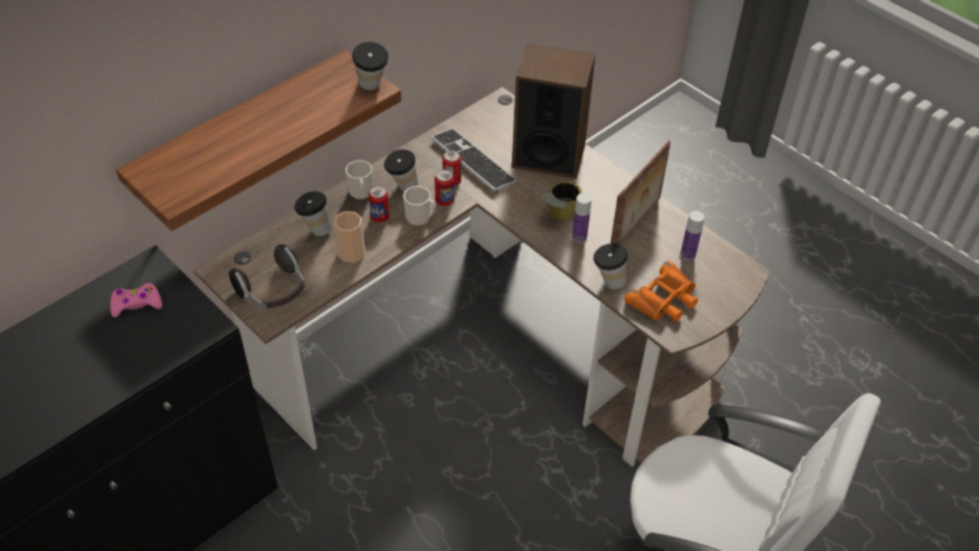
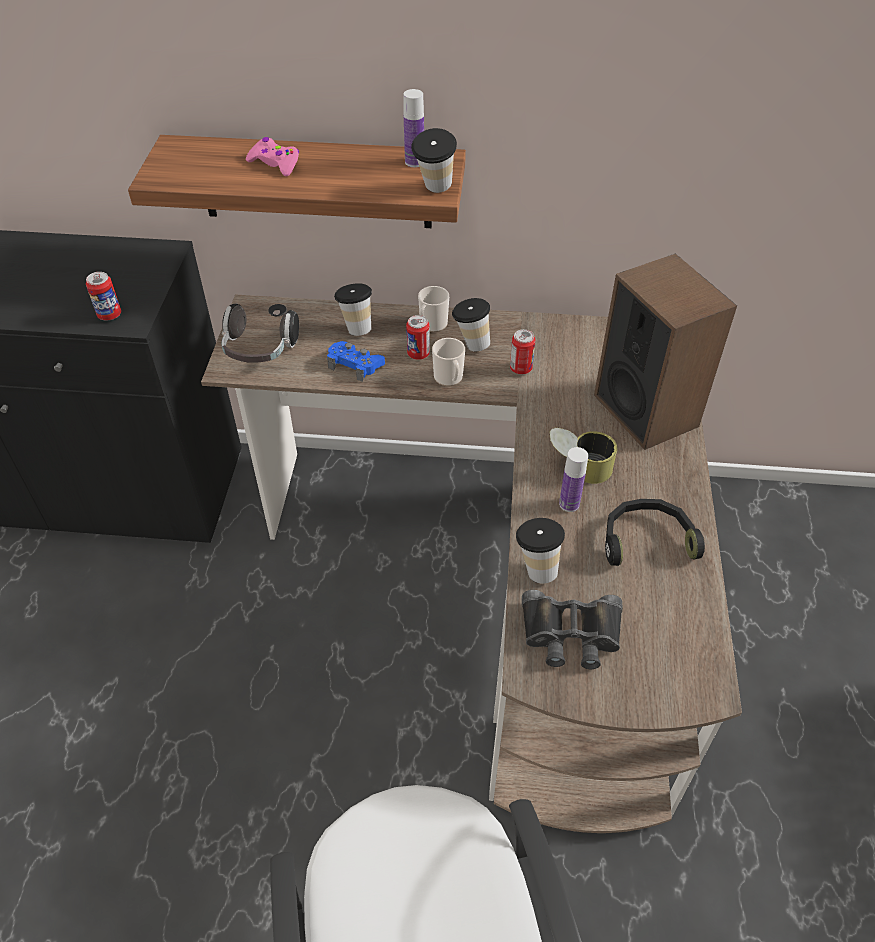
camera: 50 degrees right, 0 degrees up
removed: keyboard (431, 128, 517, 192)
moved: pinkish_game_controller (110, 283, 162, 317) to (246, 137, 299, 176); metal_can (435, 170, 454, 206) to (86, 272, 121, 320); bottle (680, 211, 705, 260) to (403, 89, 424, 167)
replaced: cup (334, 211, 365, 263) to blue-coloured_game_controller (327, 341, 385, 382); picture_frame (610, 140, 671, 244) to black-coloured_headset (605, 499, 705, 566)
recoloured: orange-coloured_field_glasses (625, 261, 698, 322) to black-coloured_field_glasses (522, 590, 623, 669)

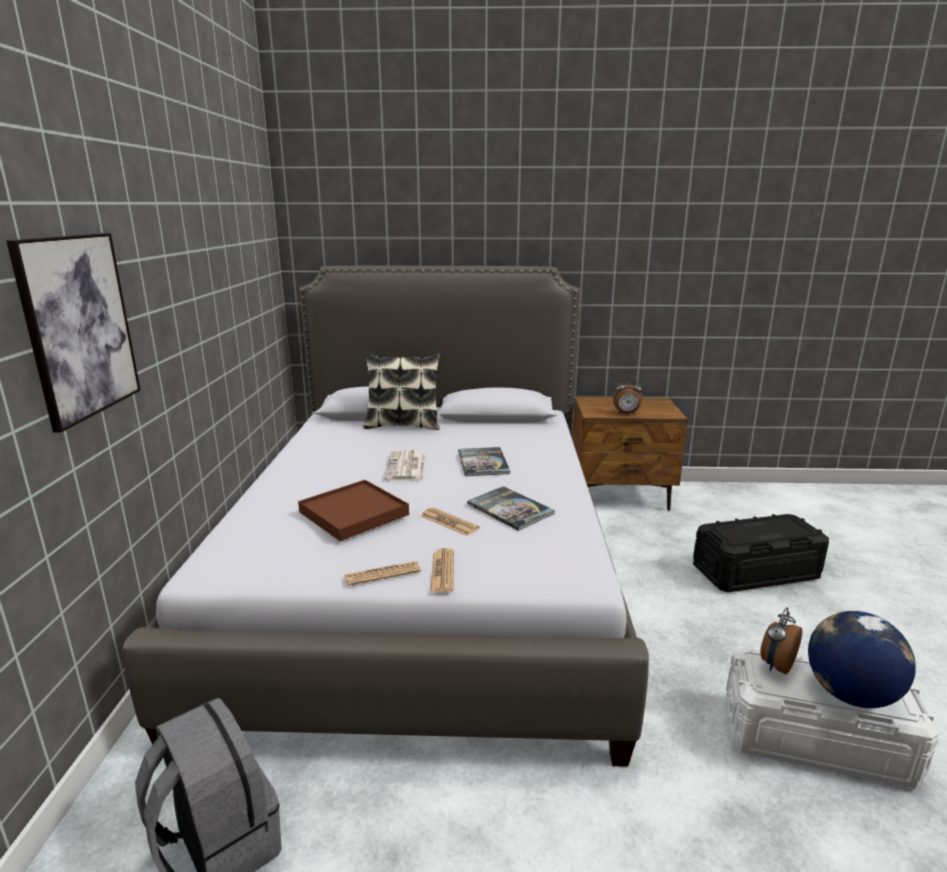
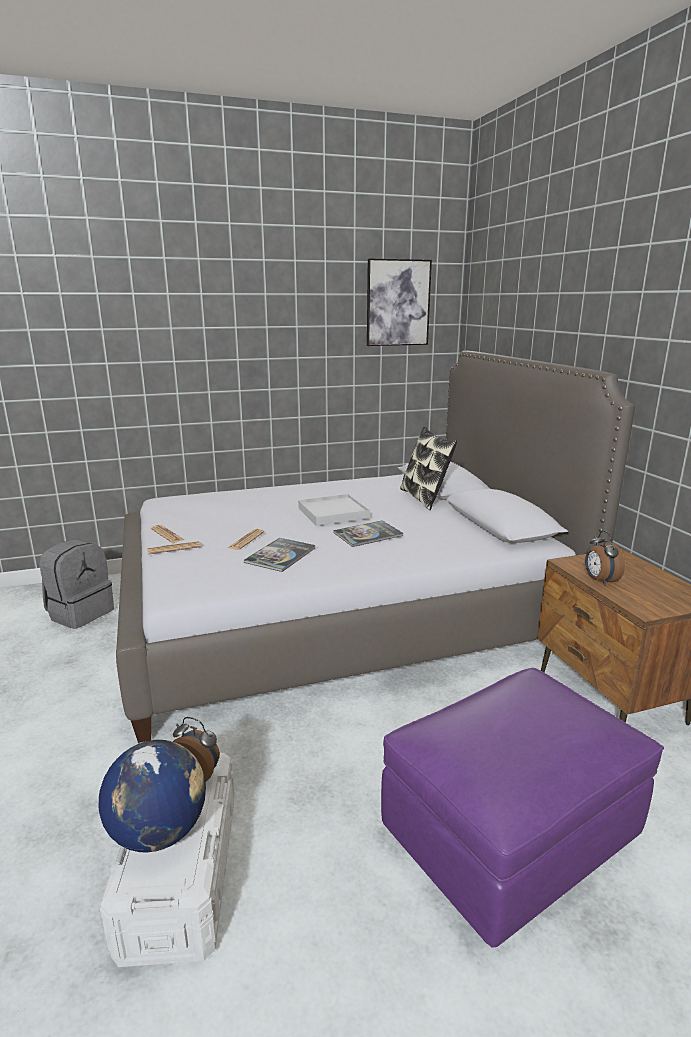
camera: 70 degrees right, 0 degrees up
removed: brown_carrying_tray (298, 480, 409, 541)
moved: wall_picture (6, 233, 141, 432) to (367, 258, 432, 346)
replaced: daily_paper (385, 450, 426, 481) to whitish_carrying_tray (298, 494, 370, 526); black-coloured_storage_container (693, 514, 829, 592) to purple-coloured_pouffe (381, 668, 664, 948)

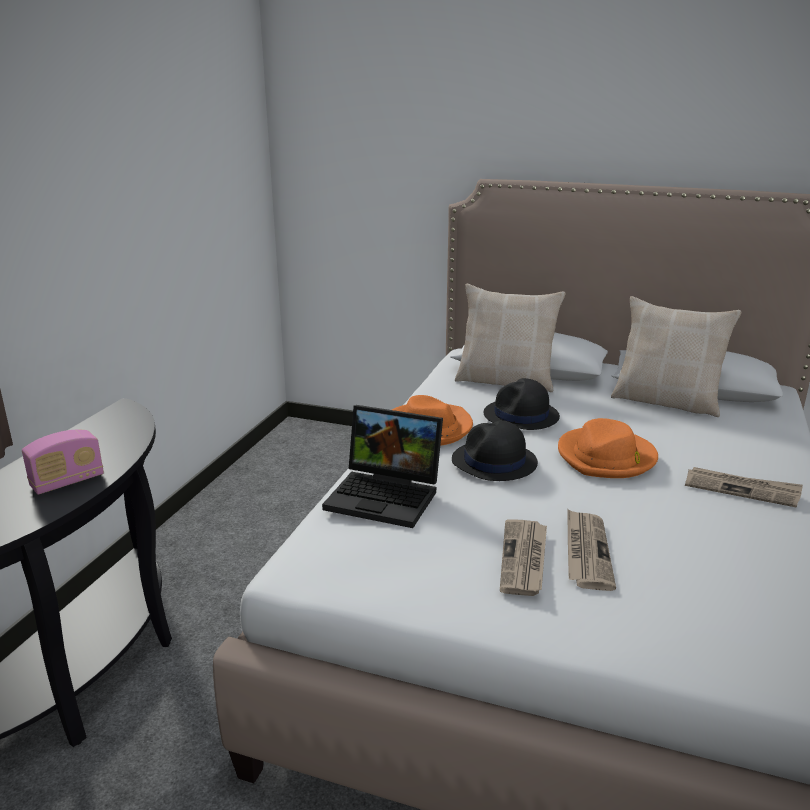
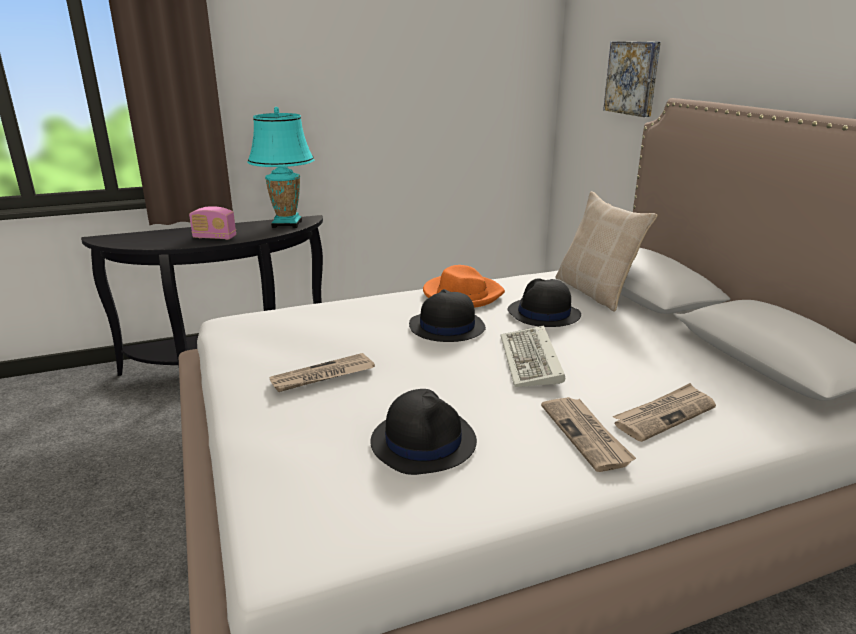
camera: 50 degrees right, 0 degrees up
removed: laptop (322, 405, 443, 528); sand-coloured_throw_pillow (611, 296, 742, 417)
added: turquoise_table_lamp (247, 107, 314, 228); black-coloured_hat (370, 389, 477, 475); wall_picture (603, 41, 661, 117)
moved: daily_paper (567, 509, 616, 591) to (613, 383, 716, 442)
replaced: orange-coloured_hat (558, 418, 658, 478) to keyboard (501, 325, 565, 387)

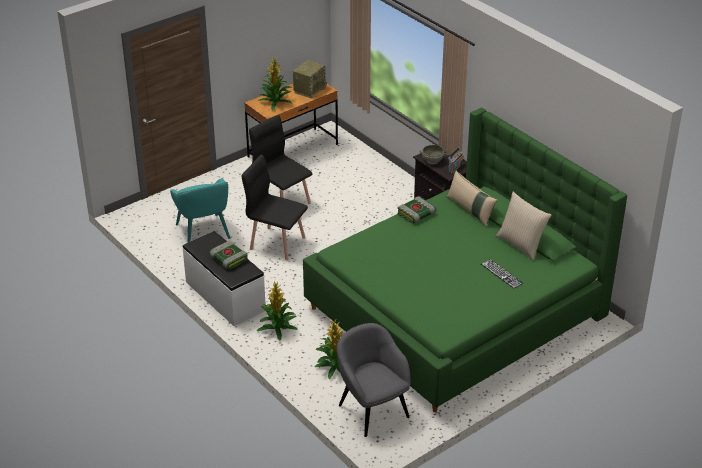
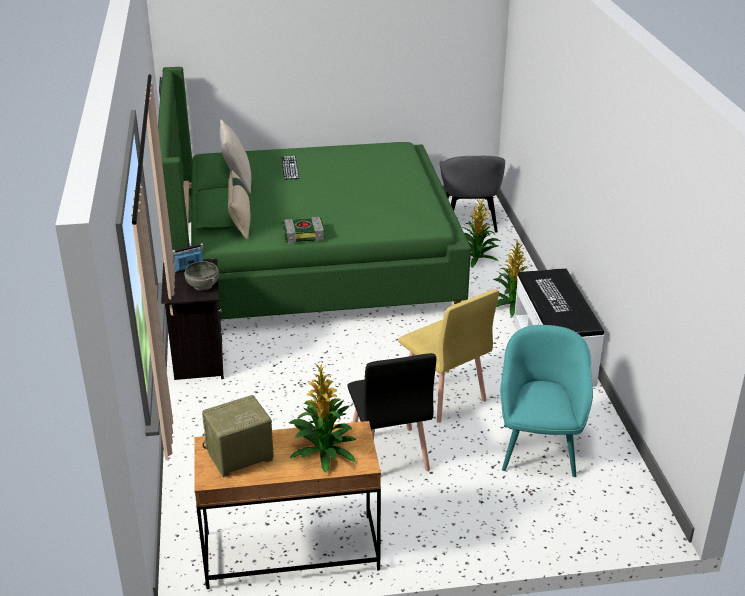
camera: 150 degrees left, 5 degrees down
replaced: volume (209, 240, 248, 270) to keyboard (534, 278, 572, 313)
recoloured: black-coloured_upright_chair (242, 154, 308, 260) to yellow-coloured_upright_chair (398, 289, 499, 423)

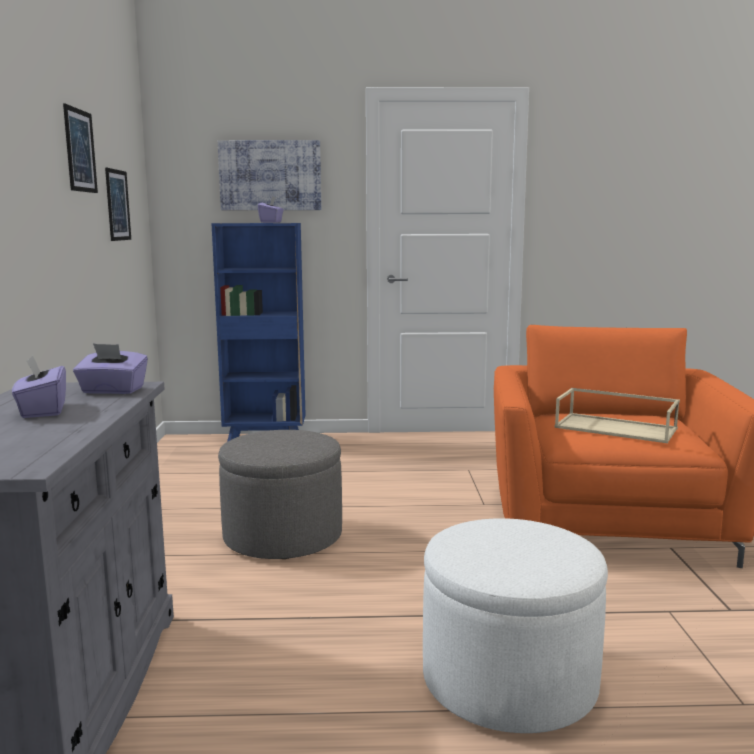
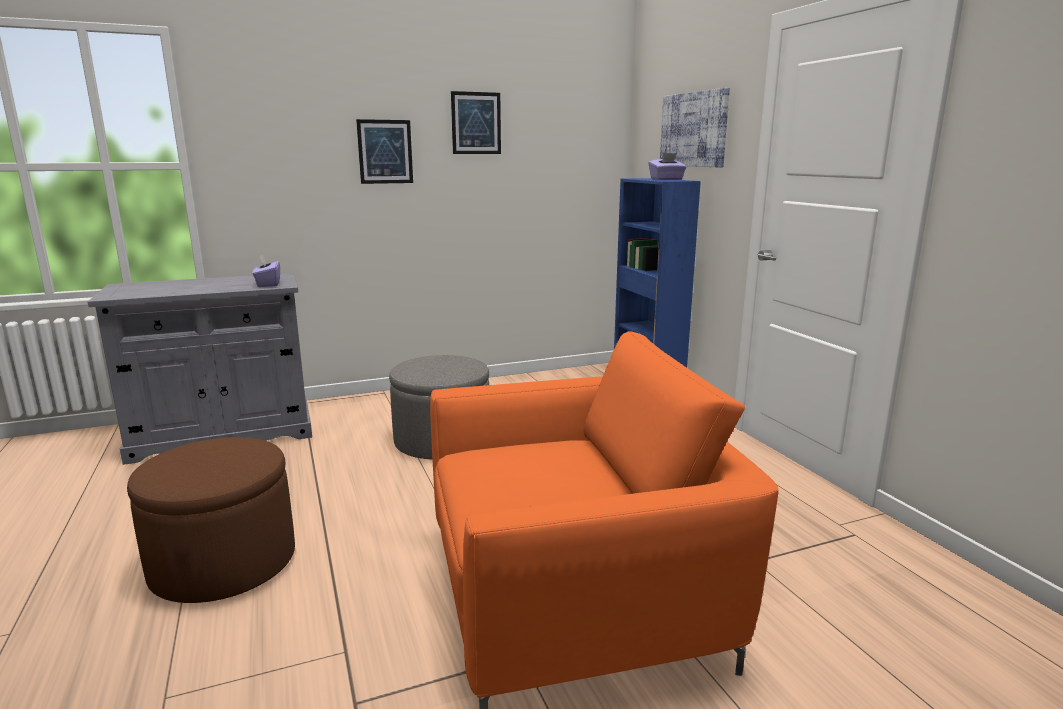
camera: 70 degrees right, 5 degrees up
removed: purple-coloured_tissue_box (12, 355, 66, 418); sand-coloured_carrying_tray (555, 388, 680, 443)
moved: wall_picture (105, 168, 131, 241) to (356, 119, 413, 184)
recoloured: whitish_pouffe (423, 518, 608, 733) to brown_pouffe (127, 437, 295, 603)

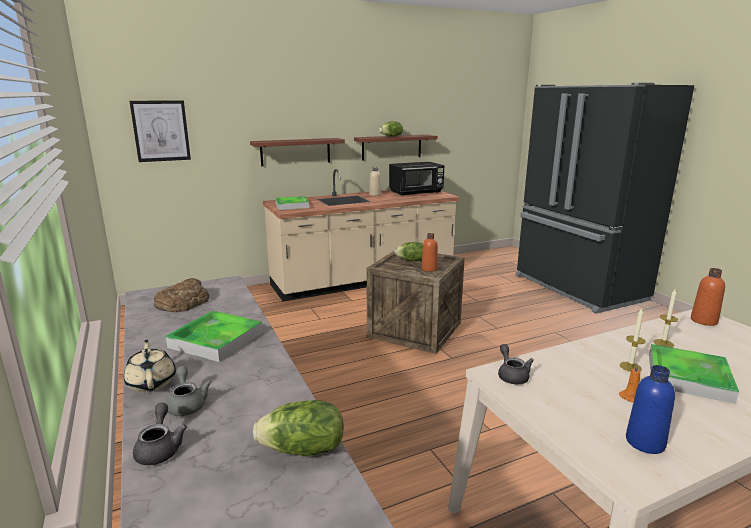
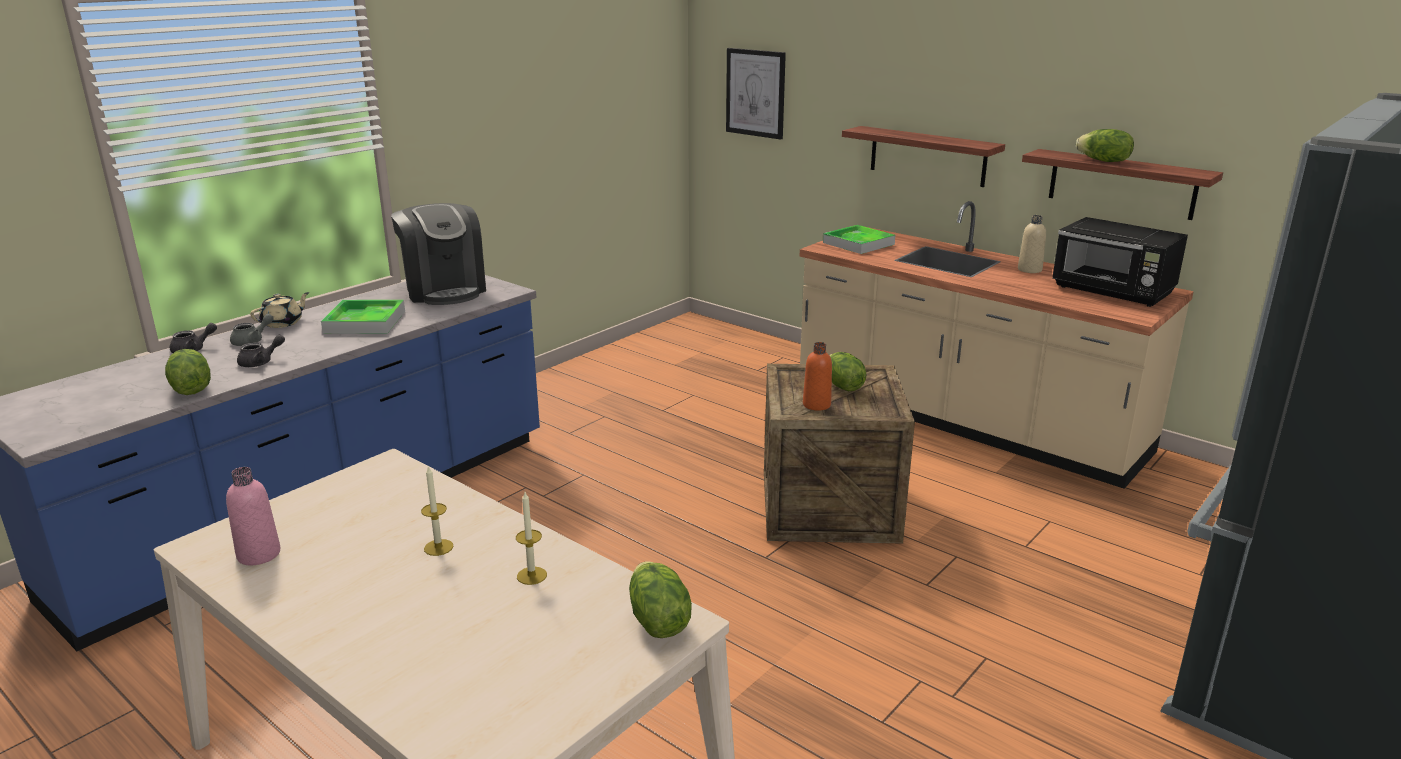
camera: 65 degrees right, 5 degrees up
removed: orange-coloured_candle (619, 363, 640, 402); carrying_tray (649, 344, 739, 404)
moved: greyish_tea_pot (498, 344, 534, 384) to (237, 335, 285, 367)
replaced: bread (153, 278, 210, 312) to coffee_machine (391, 203, 486, 305); orange-coloured_bottle (691, 268, 725, 326) to head_of_lettuce (629, 562, 692, 638)
recoloured: blue-coloured_bottle (626, 365, 675, 454) to pinkish_bottle (226, 467, 281, 565)

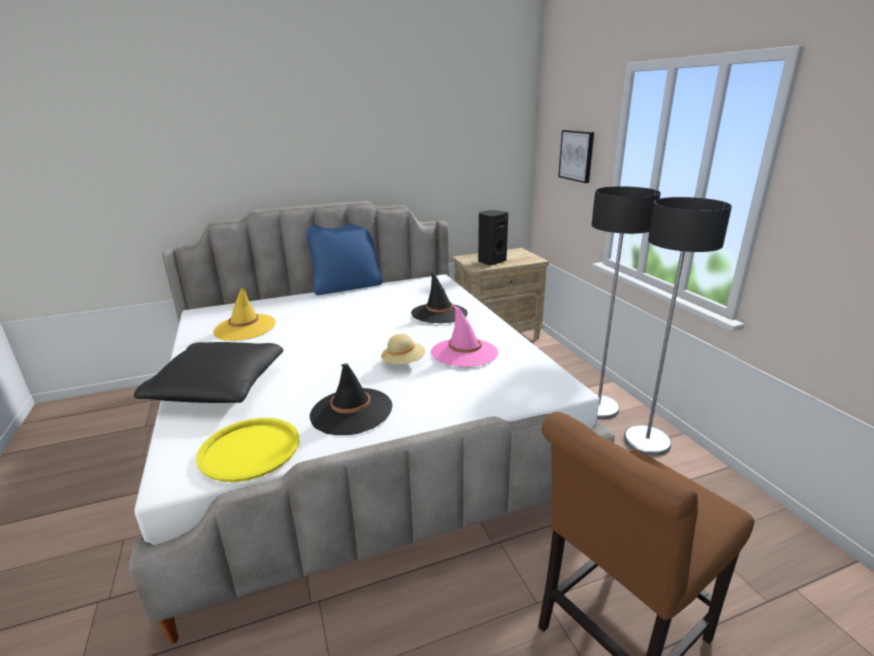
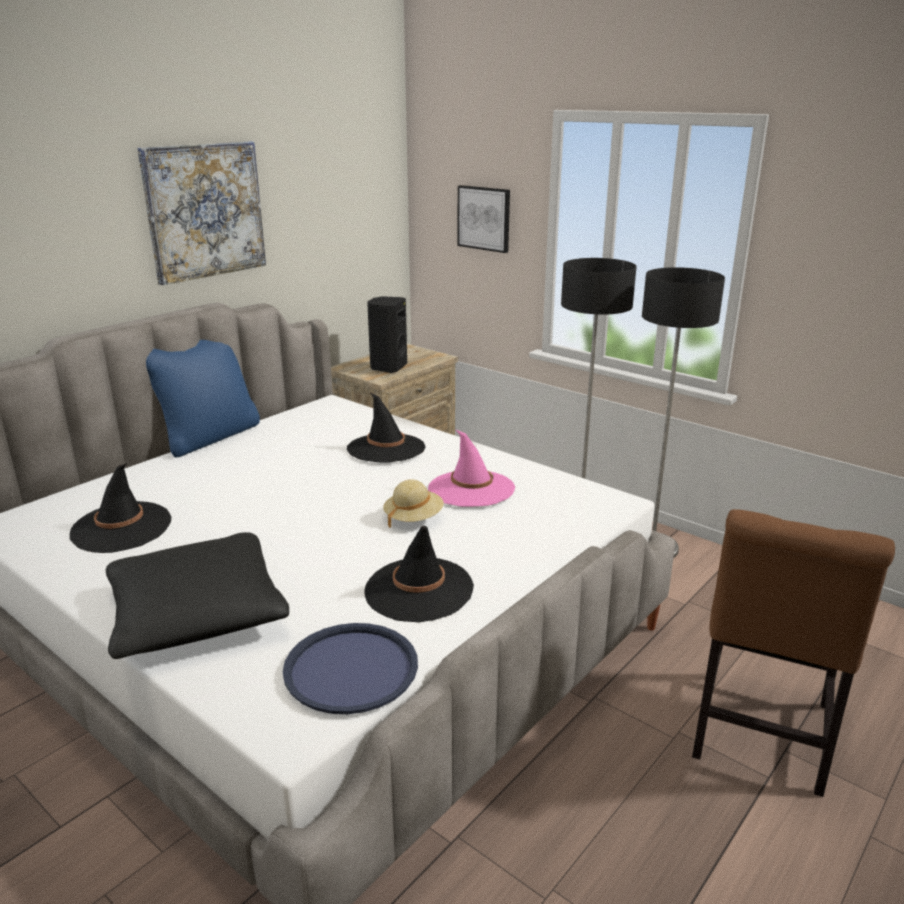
camera: 30 degrees left, 0 degrees up
added: wall_picture (137, 141, 266, 285)
recoloured: yellow-coloured_carrying_tray (196, 418, 299, 482) to blue-coloured_carrying_tray (283, 623, 418, 714); yellow-coloured_hat (213, 288, 276, 341) to black-coloured_hat (70, 464, 171, 553)

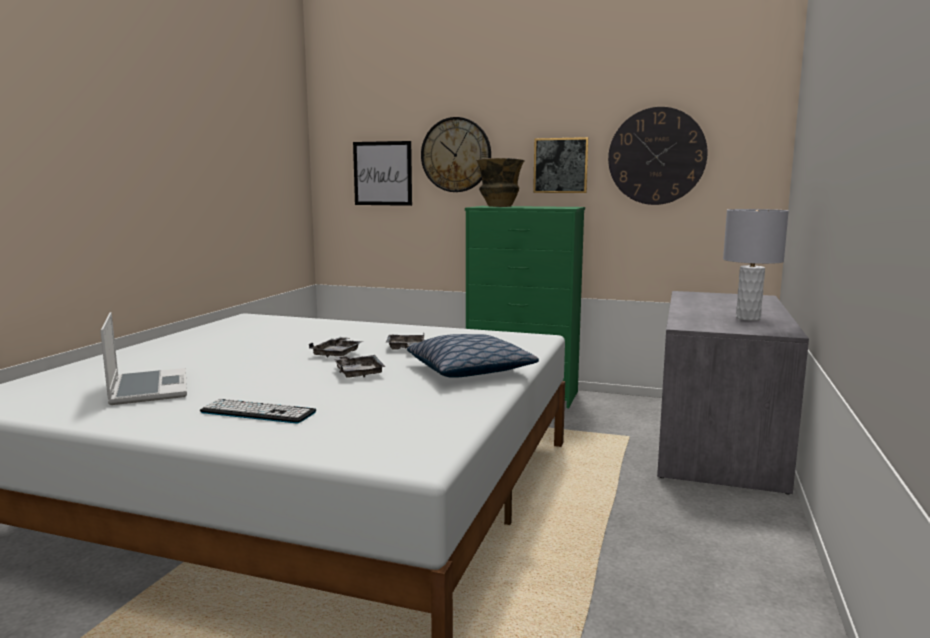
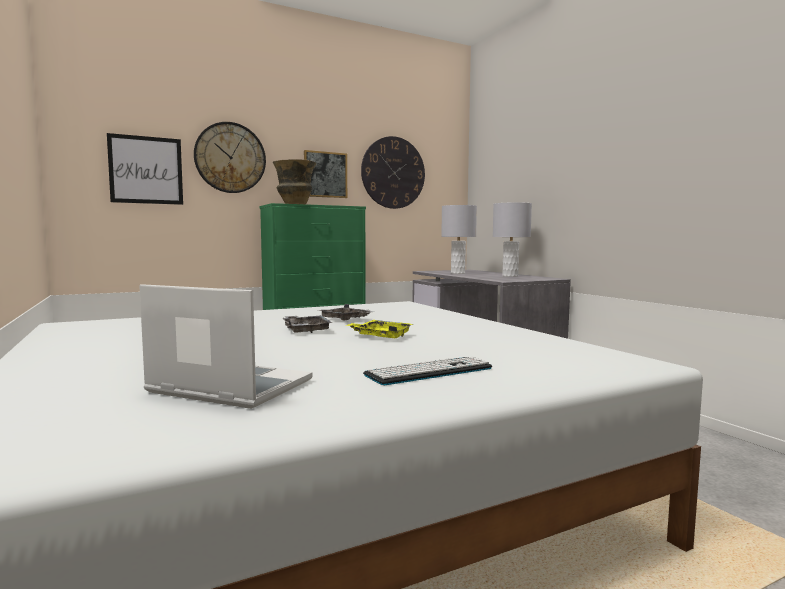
camera: 45 degrees left, 5 degrees down
removed: throw_pillow (407, 334, 539, 378)
added: greyish_table_lamp (441, 205, 477, 274)
recoloured: greyish_carrying_tray (334, 355, 385, 378) to yellow-coloured_carrying_tray (346, 320, 413, 338)

